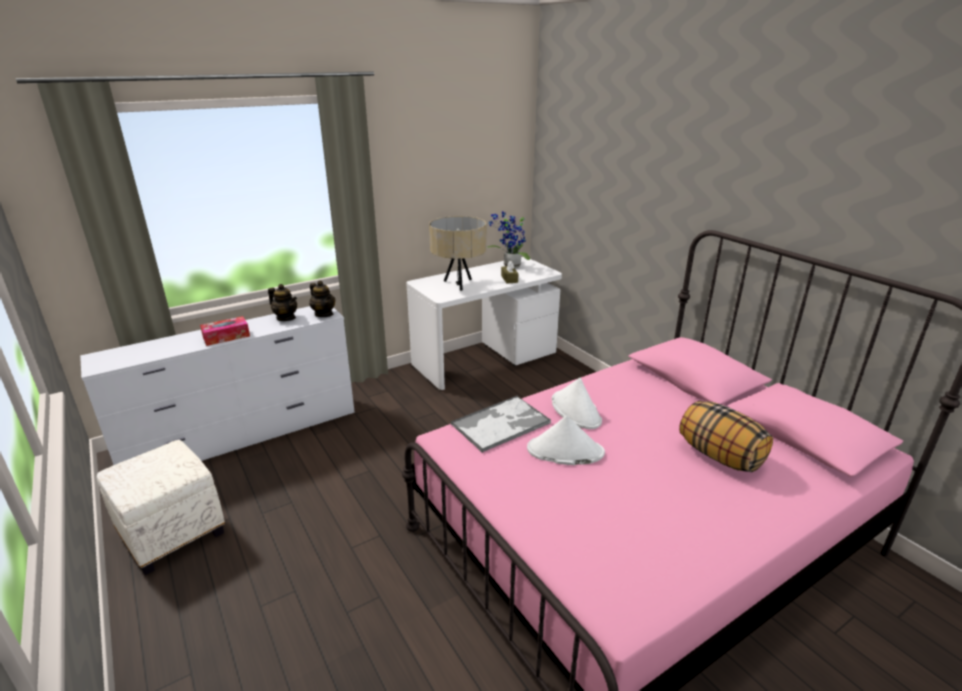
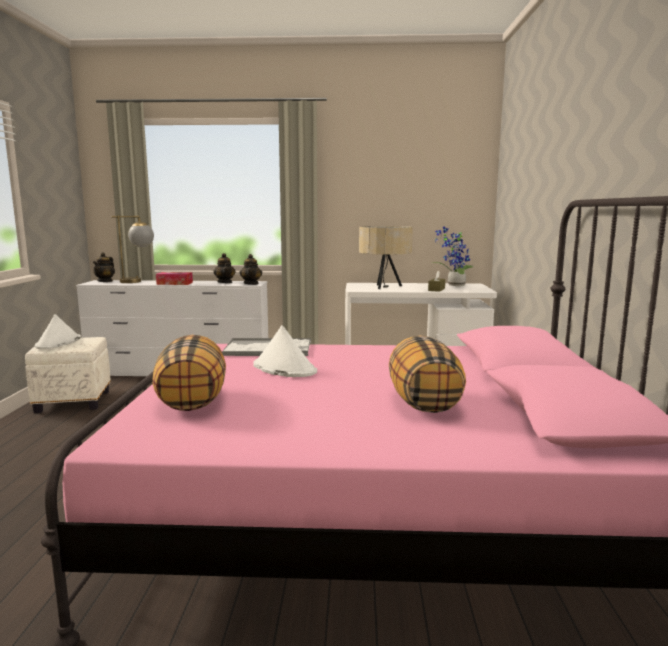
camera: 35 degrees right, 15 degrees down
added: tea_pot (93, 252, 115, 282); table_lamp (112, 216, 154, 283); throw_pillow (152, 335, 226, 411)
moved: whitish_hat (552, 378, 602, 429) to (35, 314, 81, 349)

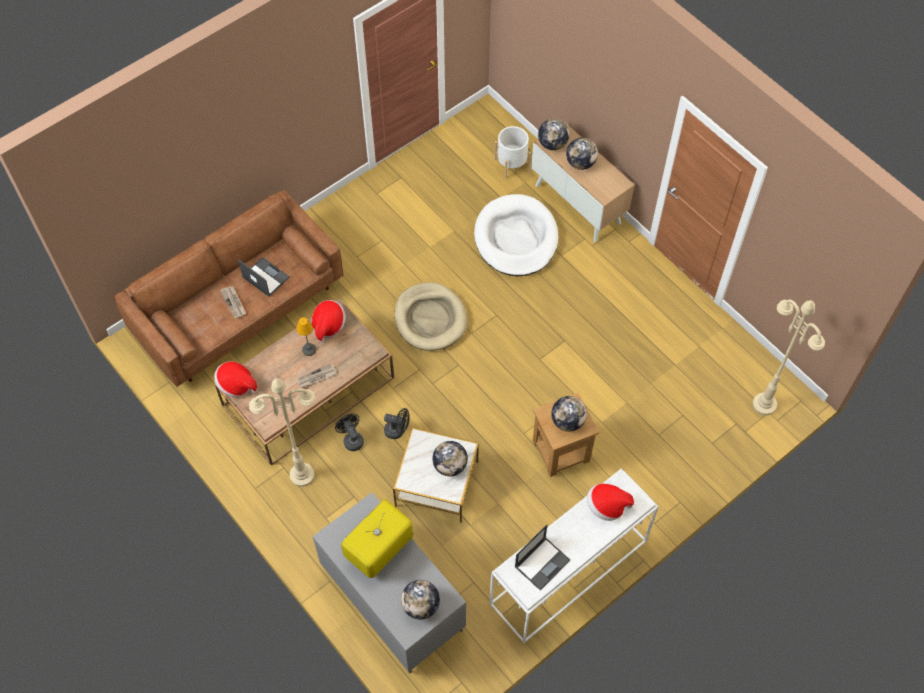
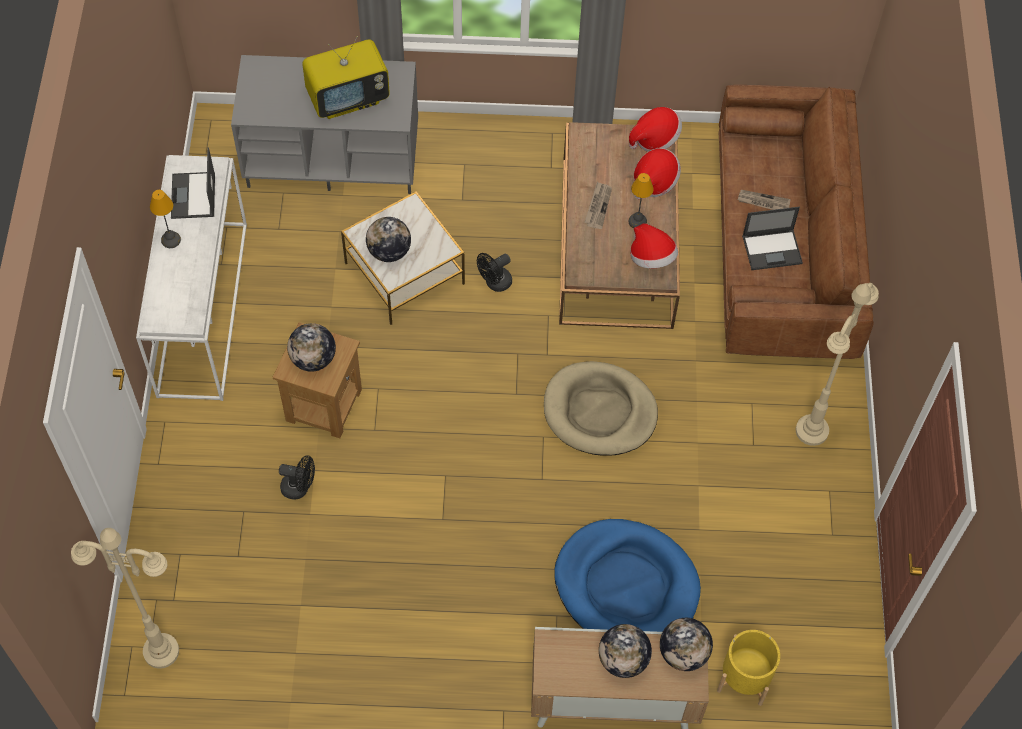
camera: 130 degrees right, 0 degrees up
removed: world_globe (401, 580, 440, 619)
added: table_lamp (150, 190, 181, 248)
moved: sand-coloured_standard_lamp (249, 378, 316, 487) to (796, 283, 879, 446); black-coloured_cooling_fan (335, 414, 364, 451) to (279, 455, 315, 500); hat (587, 484, 634, 521) to (634, 148, 681, 199)
recoloured: whitish_dog_cushion (474, 194, 558, 276) to blue-coloured_dog_cushion (554, 519, 701, 632); whitish_planter (494, 126, 531, 179) to yellow-coloured_planter (717, 630, 780, 706)
turned: TV_set (341, 499, 413, 578) = (302, 36, 390, 119) 75 degrees clockwise

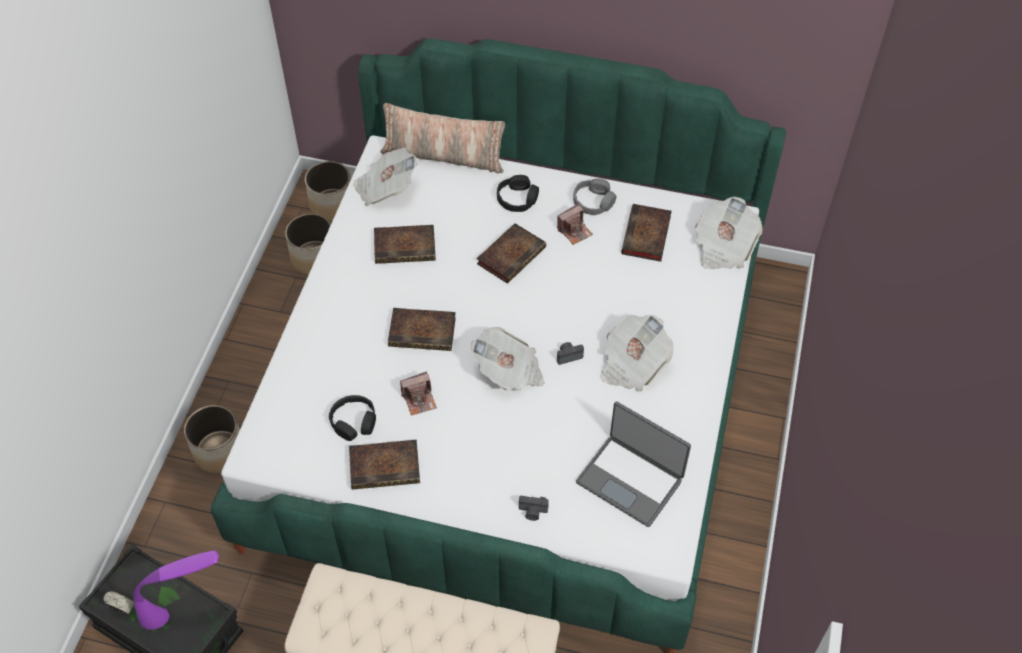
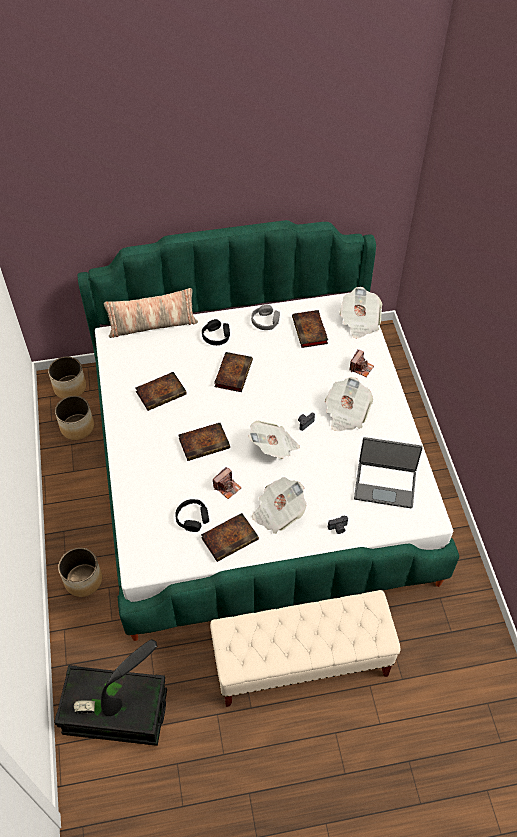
camera: 25 degrees left, 0 degrees up
moved: daily_paper (353, 148, 418, 206) to (252, 477, 306, 534); photo_camera (557, 204, 593, 245) to (349, 350, 374, 377)
recoloured: purple-coloured_table_lamp (133, 550, 219, 630) to black-coloured_table_lamp (101, 639, 157, 716)

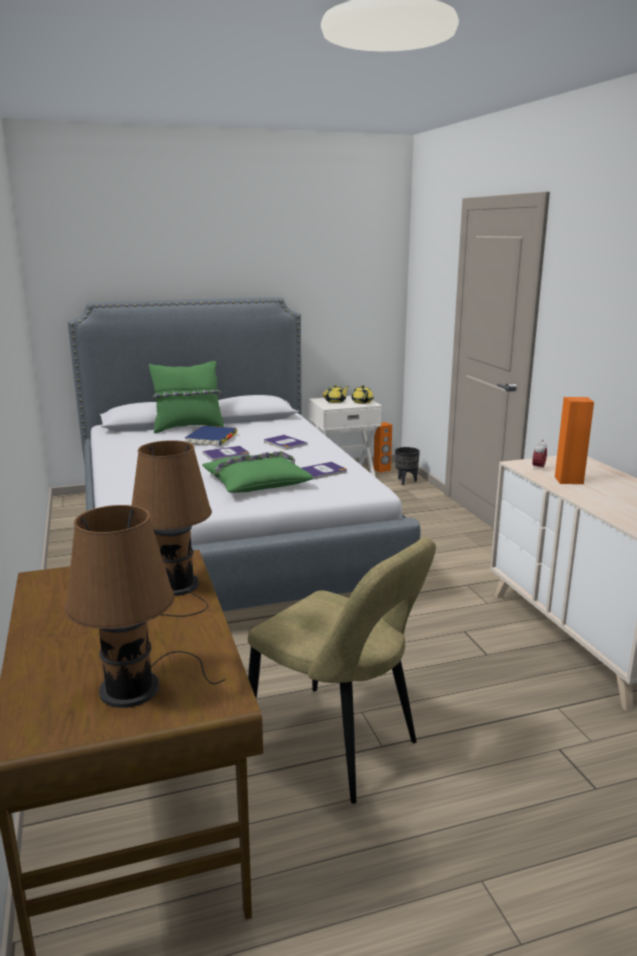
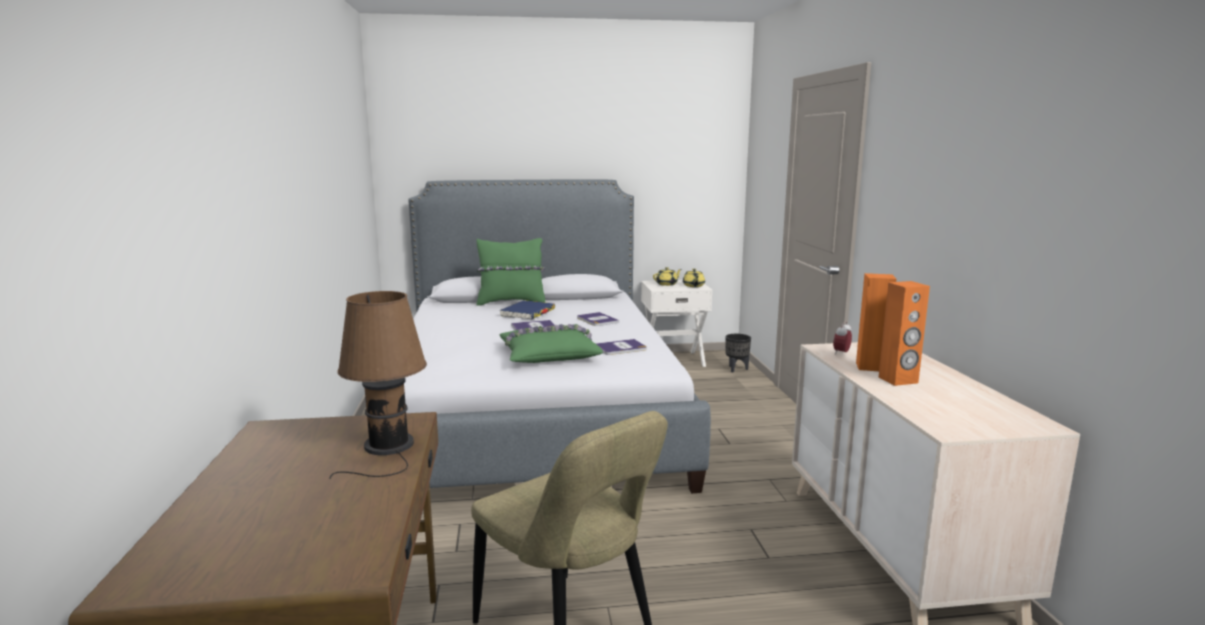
camera: 10 degrees right, 5 degrees down
removed: brown_table_lamp (65, 505, 225, 708)
moved: orange-coloured_audio_speaker (374, 422, 392, 472) to (878, 281, 930, 386)

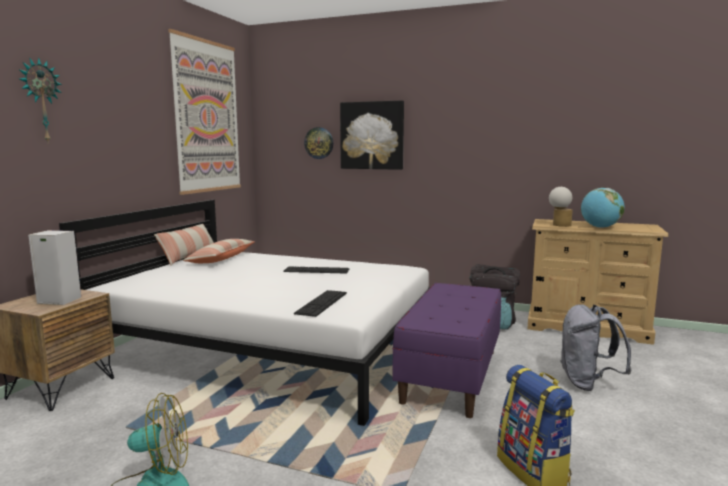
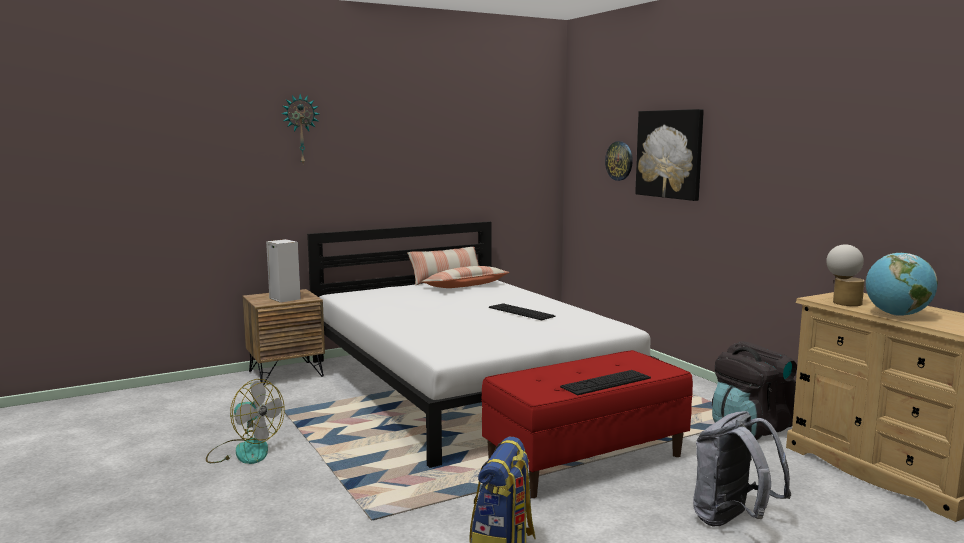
camera: 40 degrees right, 0 degrees up
removed: wall_picture (168, 29, 241, 195)
moved: keyboard (294, 290, 347, 317) to (560, 370, 651, 395)
recoloured: purple-coloured_indoor_bench (392, 283, 501, 418) to reddish_indoor_bench (482, 350, 693, 498)

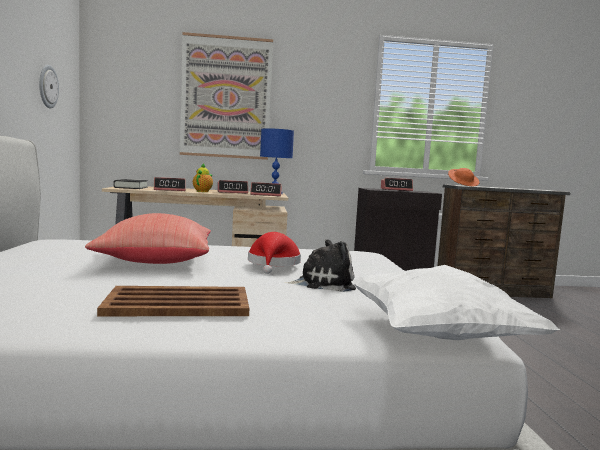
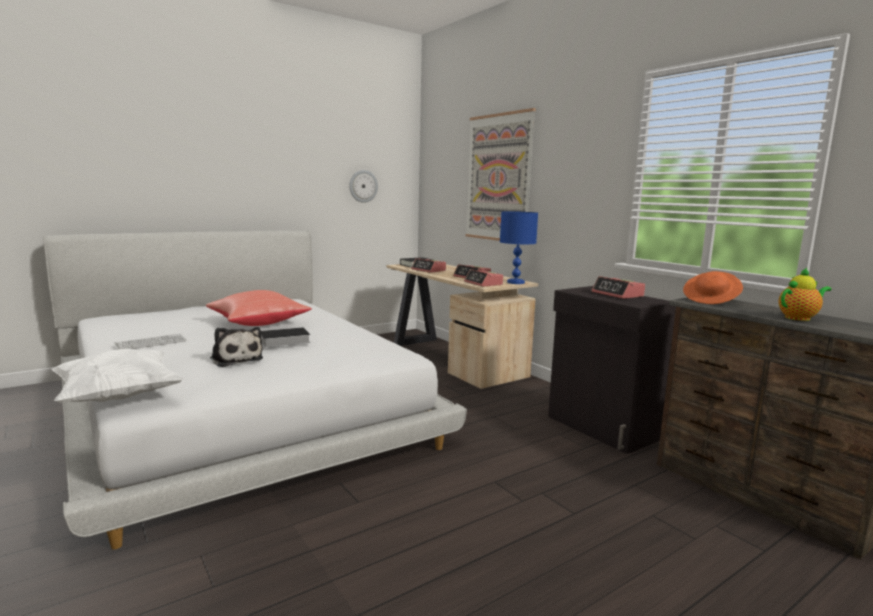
camera: 60 degrees right, 5 degrees up
moved: tea_pot (193, 163, 213, 192) to (778, 268, 832, 321)
replaced: brown_carrying_tray (97, 286, 249, 316) to keyboard (115, 334, 186, 349); reddish_hat (248, 232, 301, 274) to volume (261, 327, 310, 347)

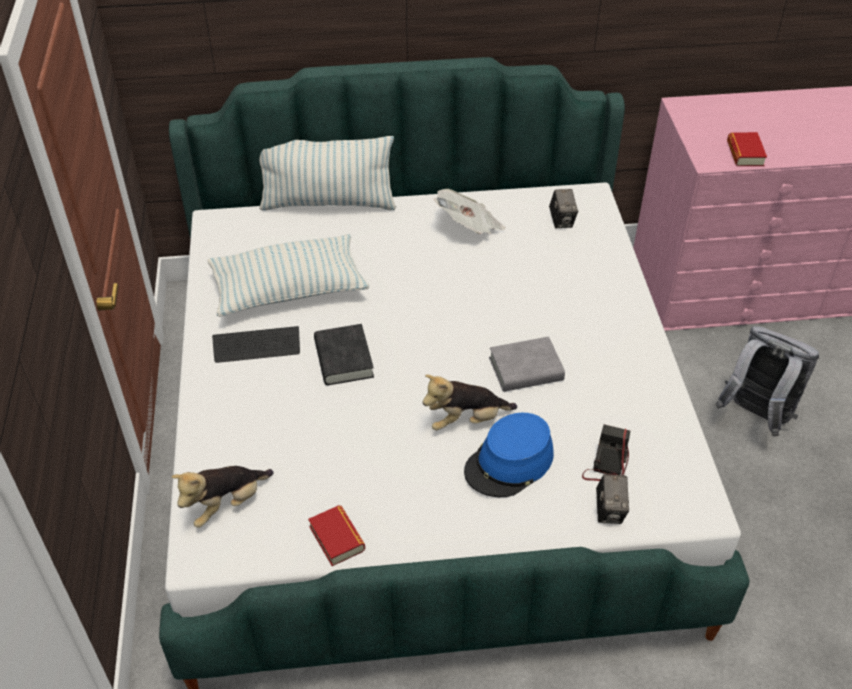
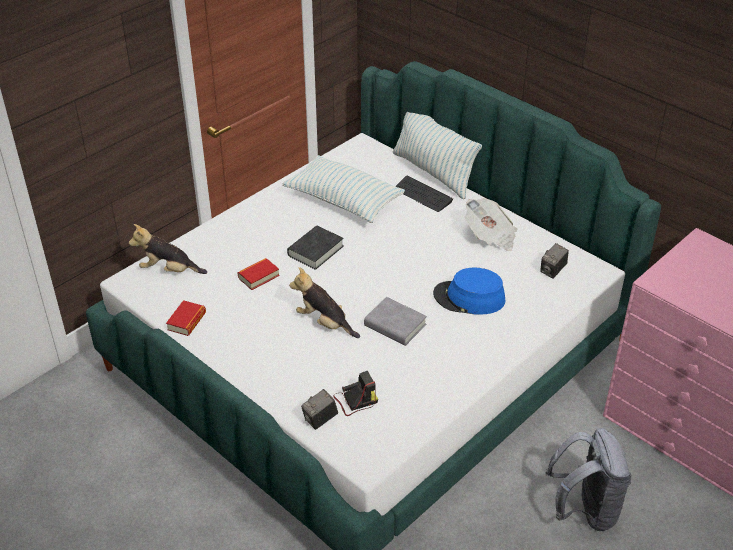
camera: 50 degrees right, 5 degrees down
moved: keyboard (212, 326, 300, 363) to (395, 176, 453, 212); blue-coloured_hat (464, 413, 554, 497) to (433, 268, 505, 315); volume (727, 132, 767, 166) to (237, 258, 280, 290)

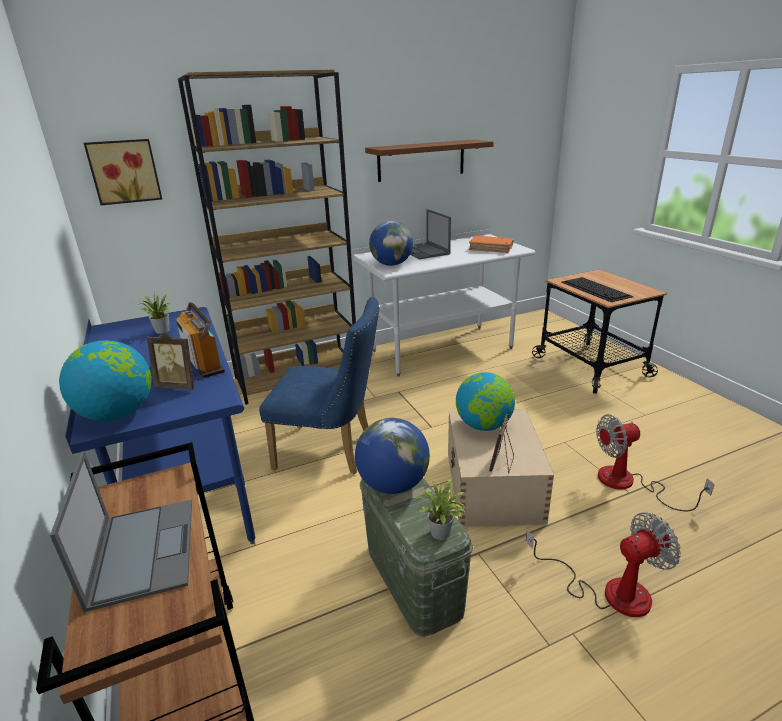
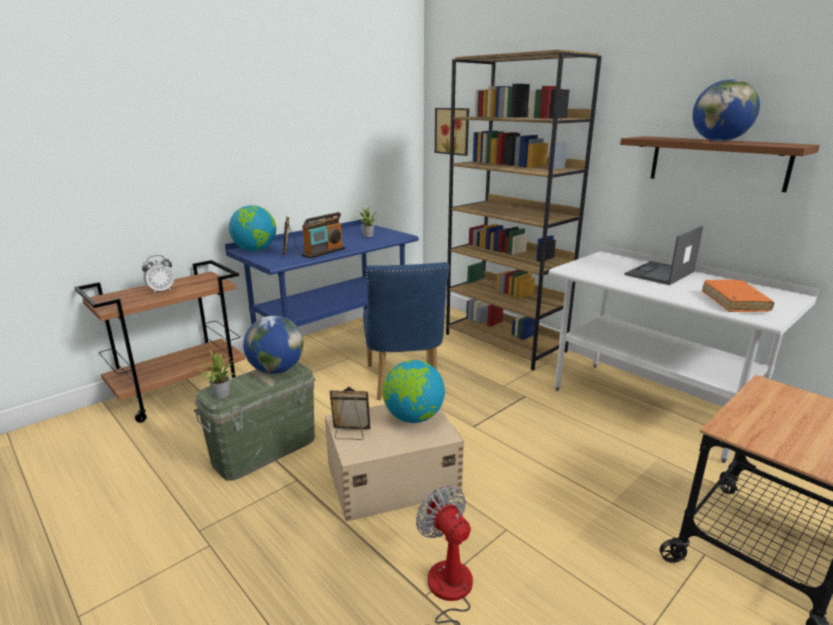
camera: 70 degrees right, 5 degrees down
removed: cooling_fan (526, 512, 681, 617); keyboard (561, 277, 634, 302)
moved: world_globe (369, 221, 413, 266) to (693, 79, 760, 141)
replaced: laptop (50, 451, 192, 612) to alarm_clock (142, 255, 174, 294)

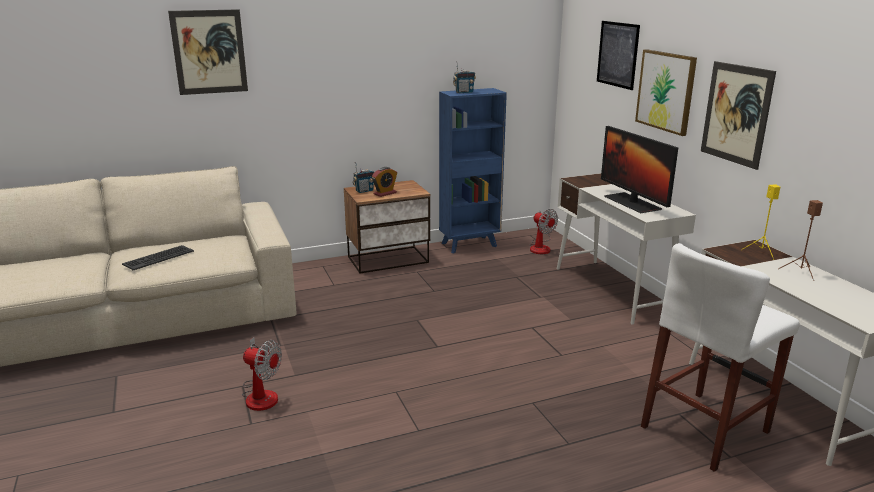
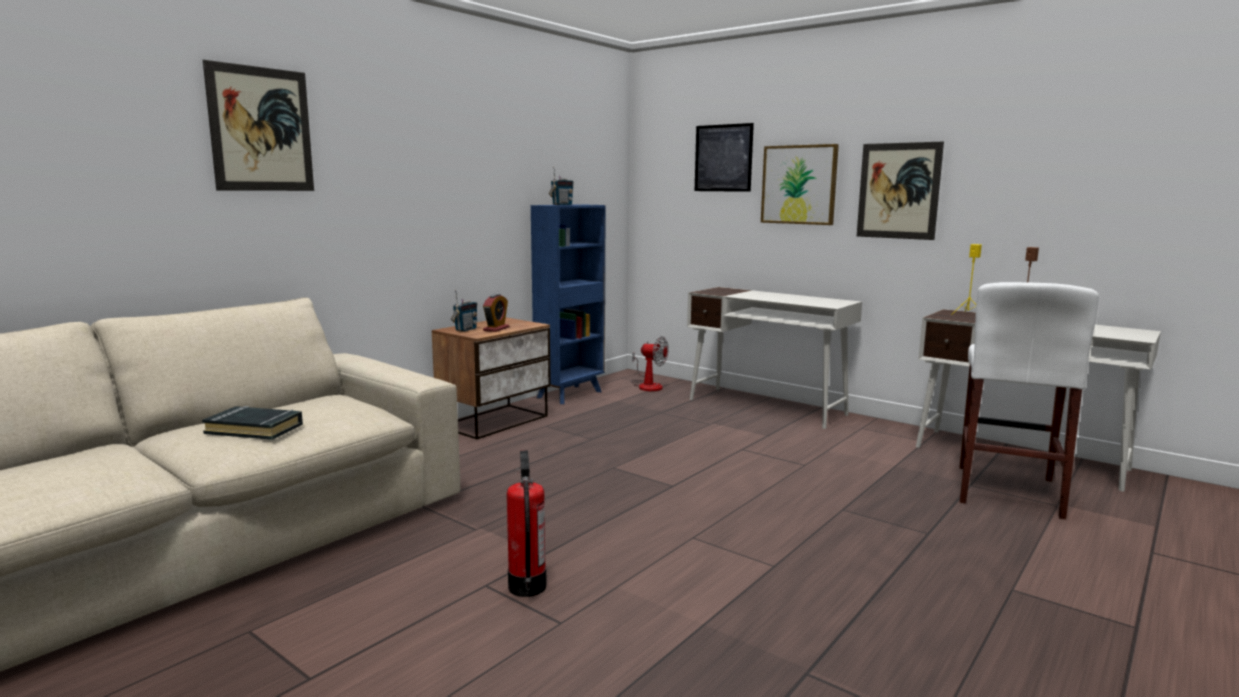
camera: 30 degrees left, 10 degrees down
removed: computer_display (601, 126, 678, 213)
replaced: keyboard (122, 245, 194, 270) to black-coloured_volume (202, 406, 303, 440); cooling_fan (242, 337, 282, 411) to fire_extinguisher (507, 450, 547, 597)

